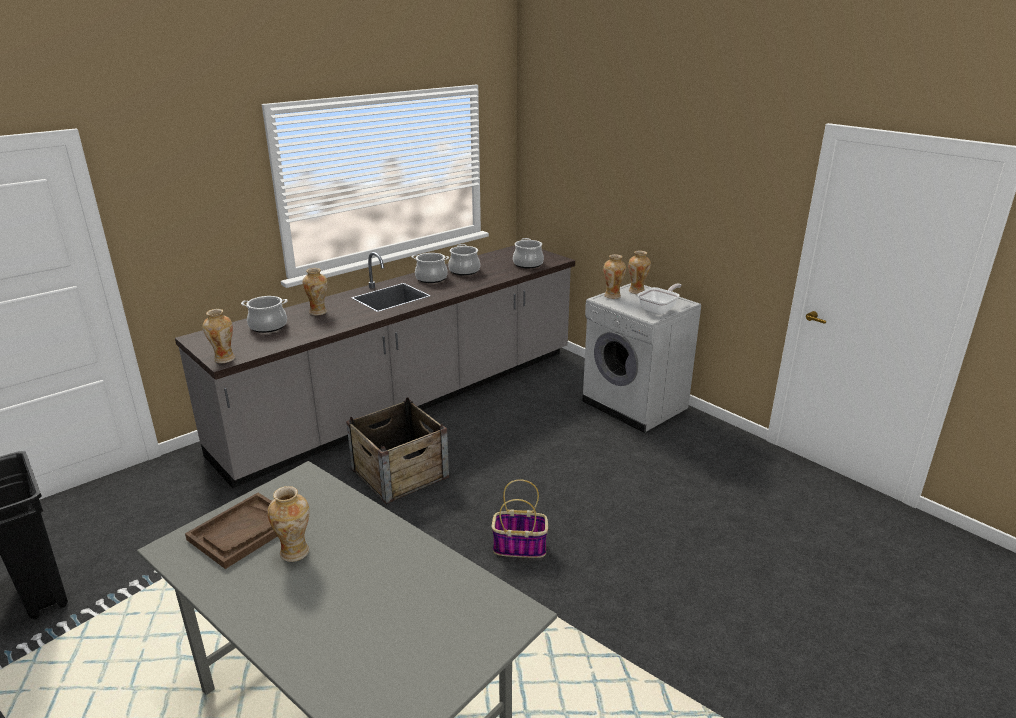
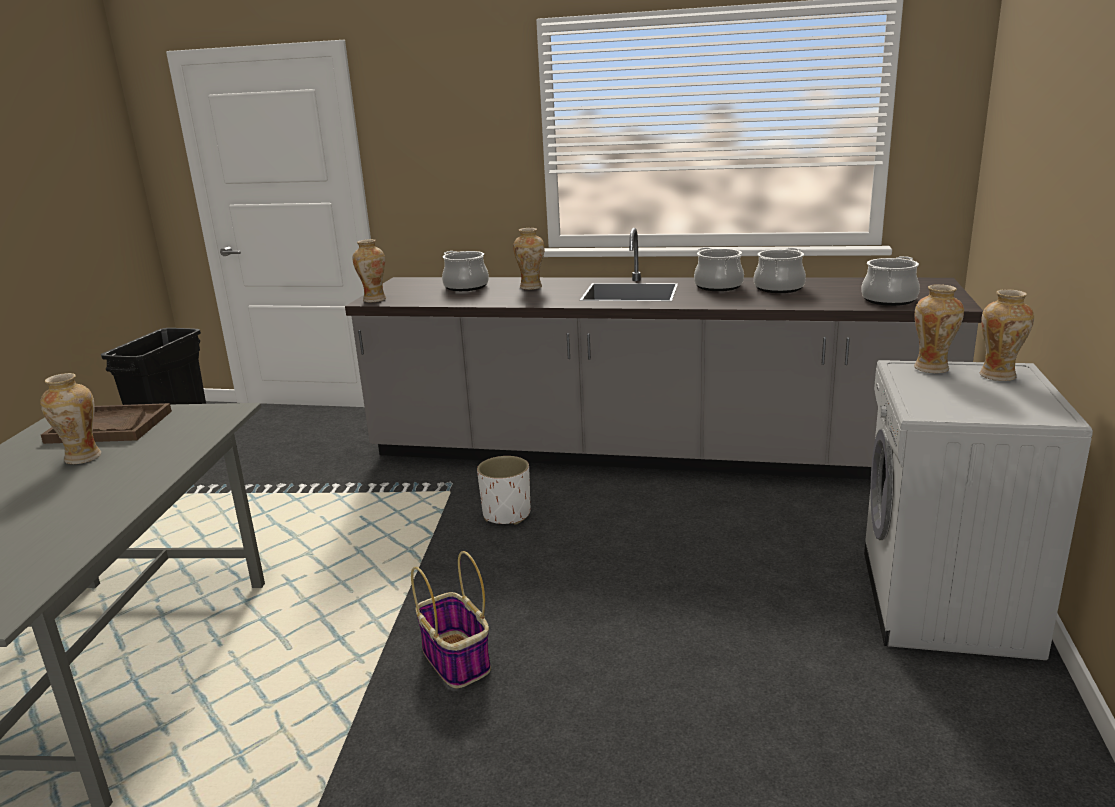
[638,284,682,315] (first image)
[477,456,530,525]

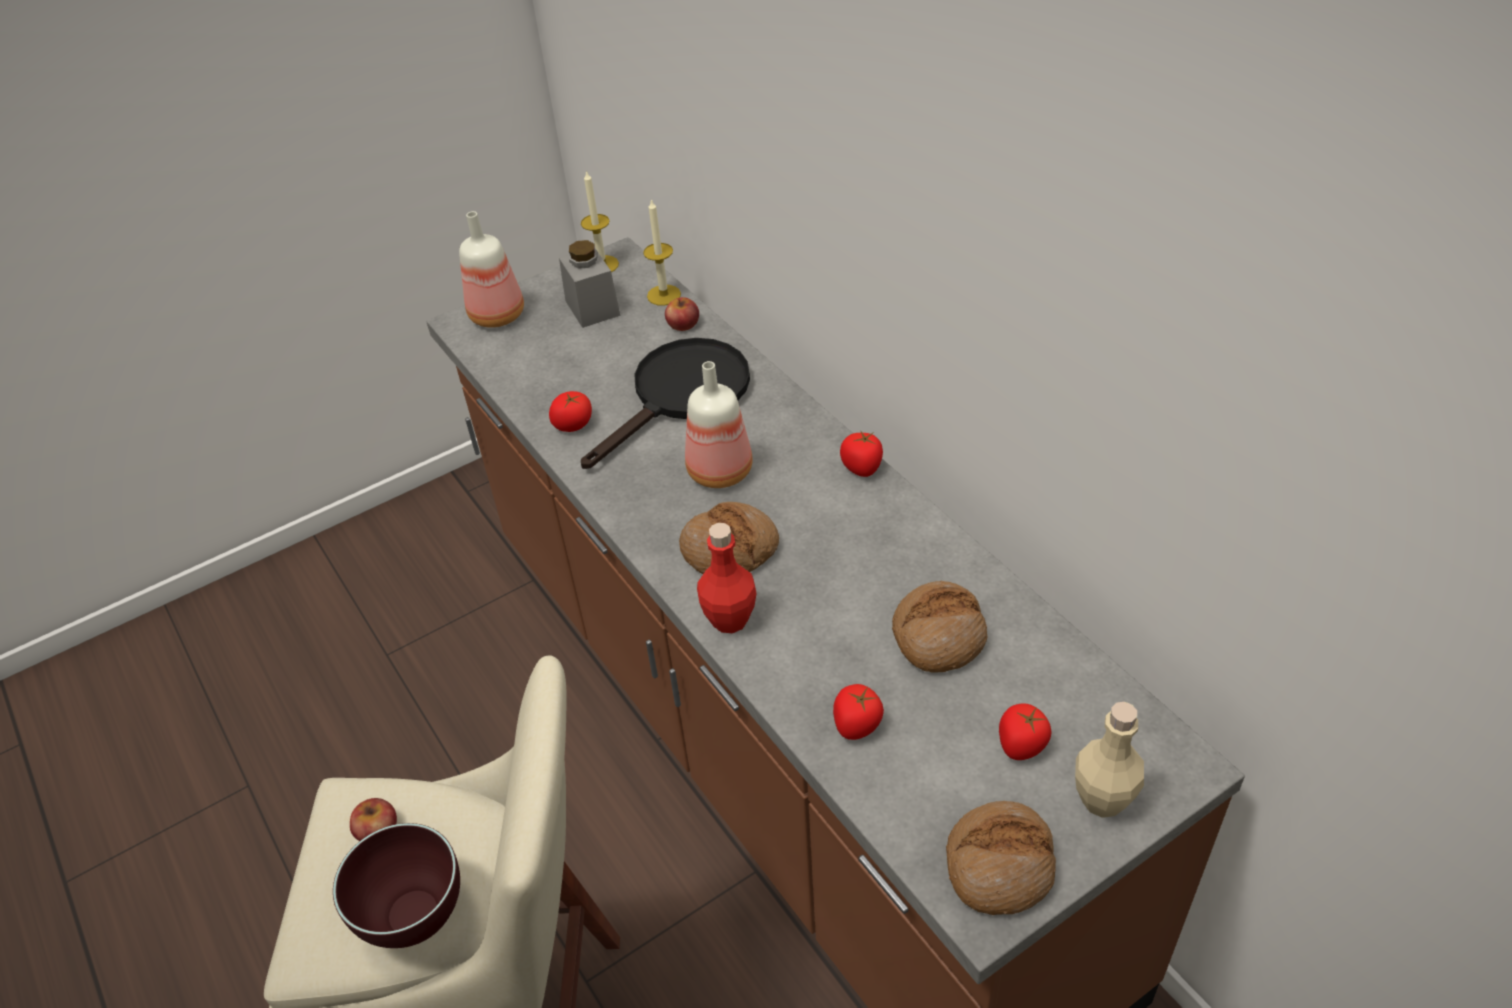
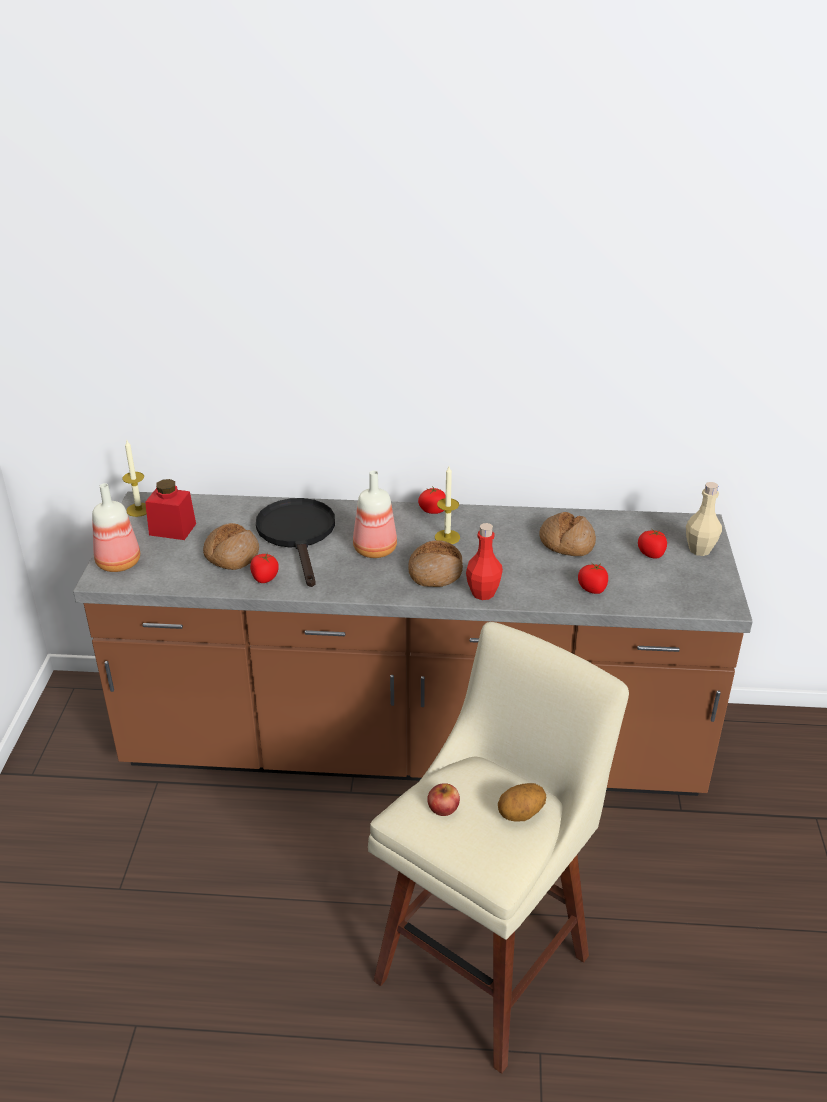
[435,466,460,544]
[145,479,196,540]
[665,297,699,331] (first image)
[203,523,259,570]
[498,783,546,821]

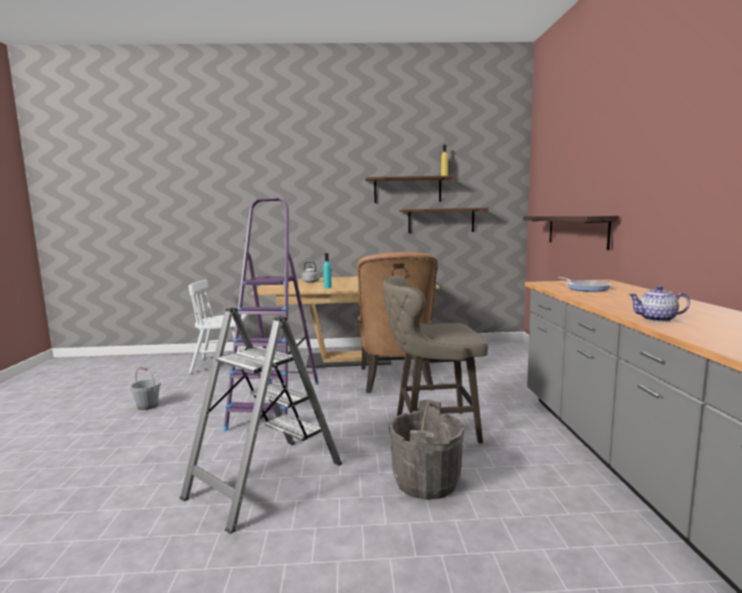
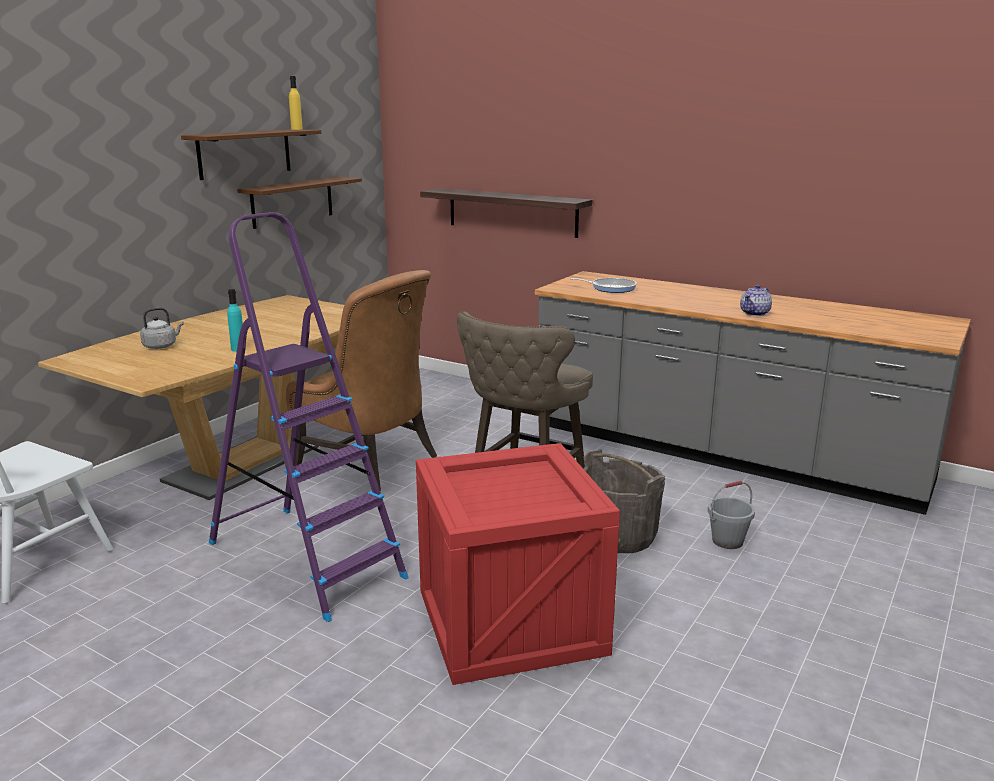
[416,443,620,685]
[708,481,755,549]

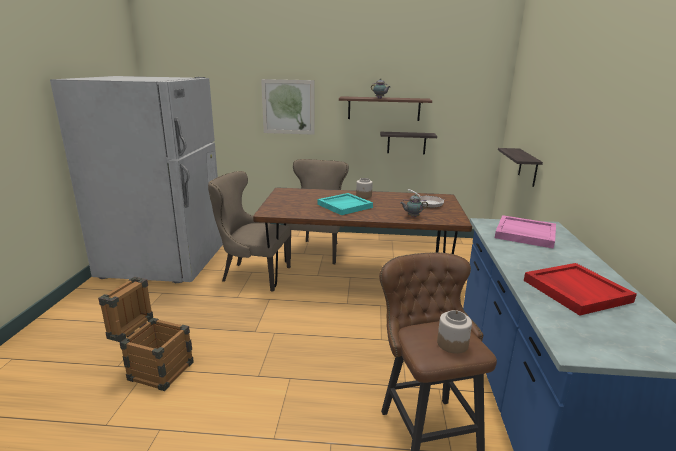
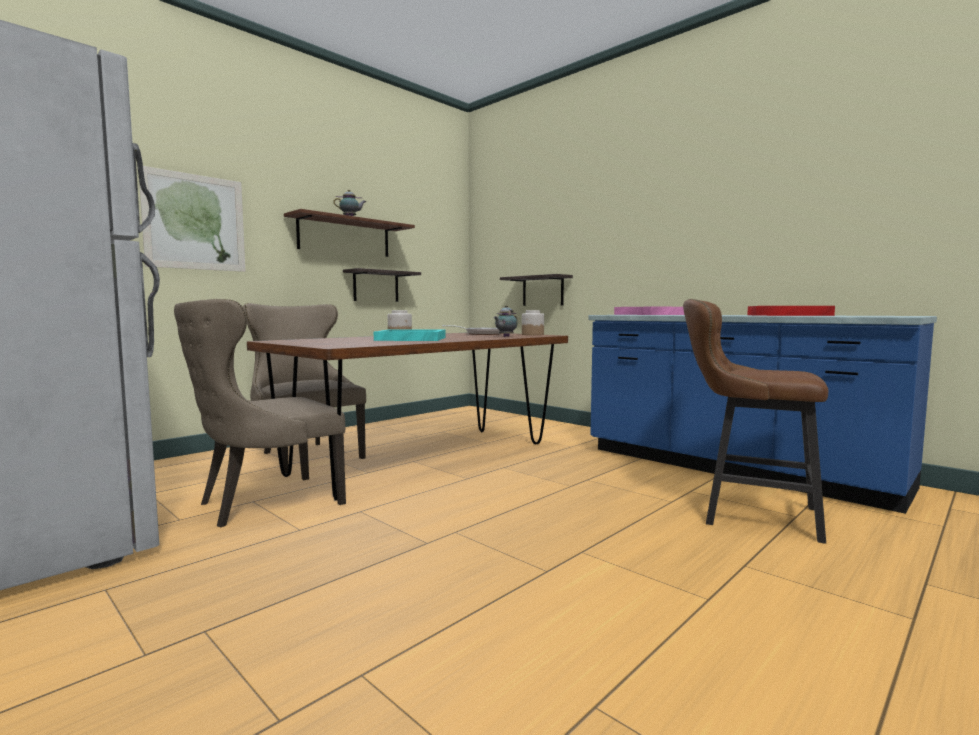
[98,277,194,391] (first image)
[522,310,544,335]

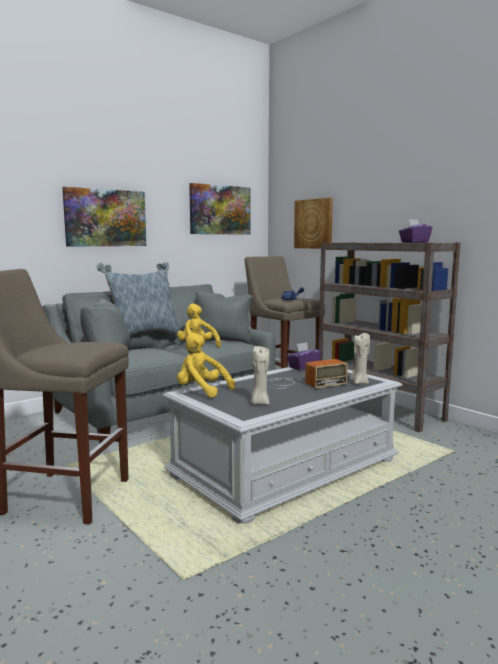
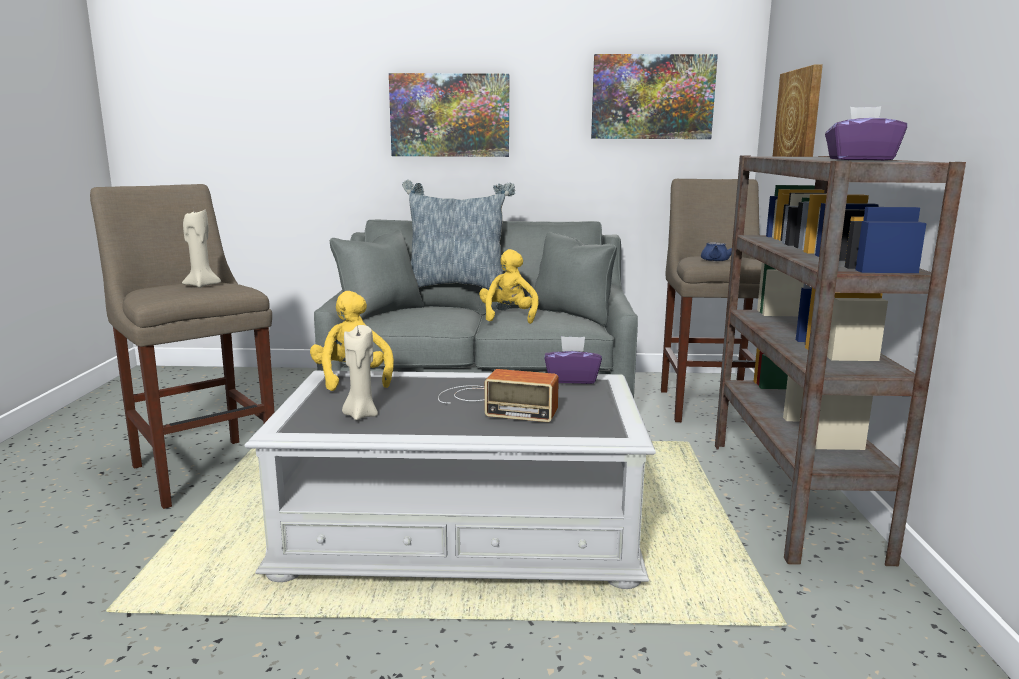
[182,210,221,288]

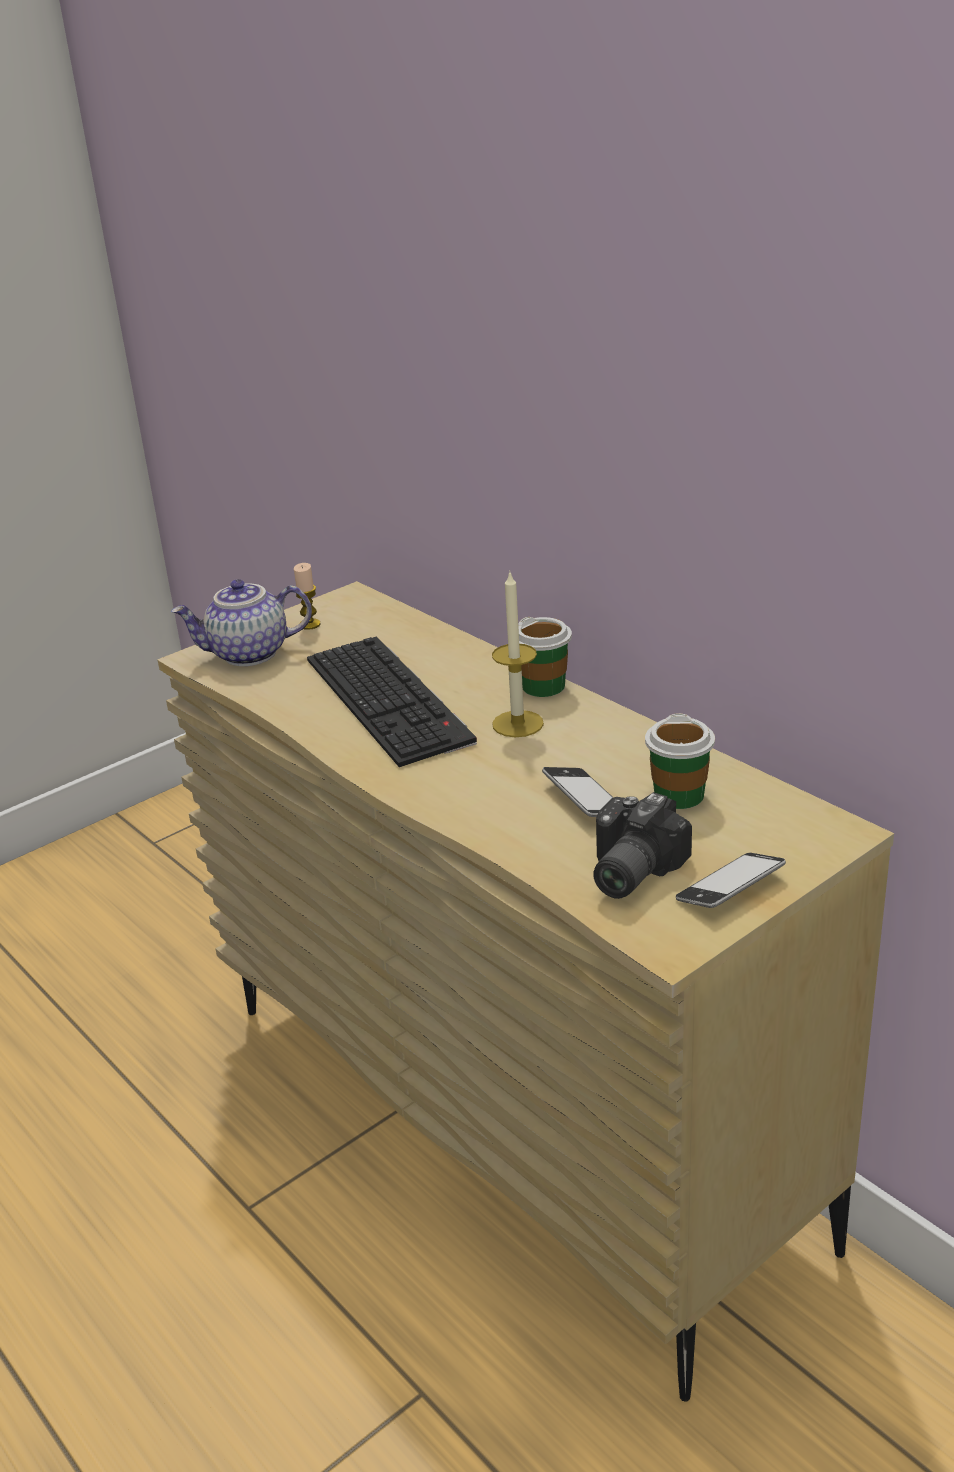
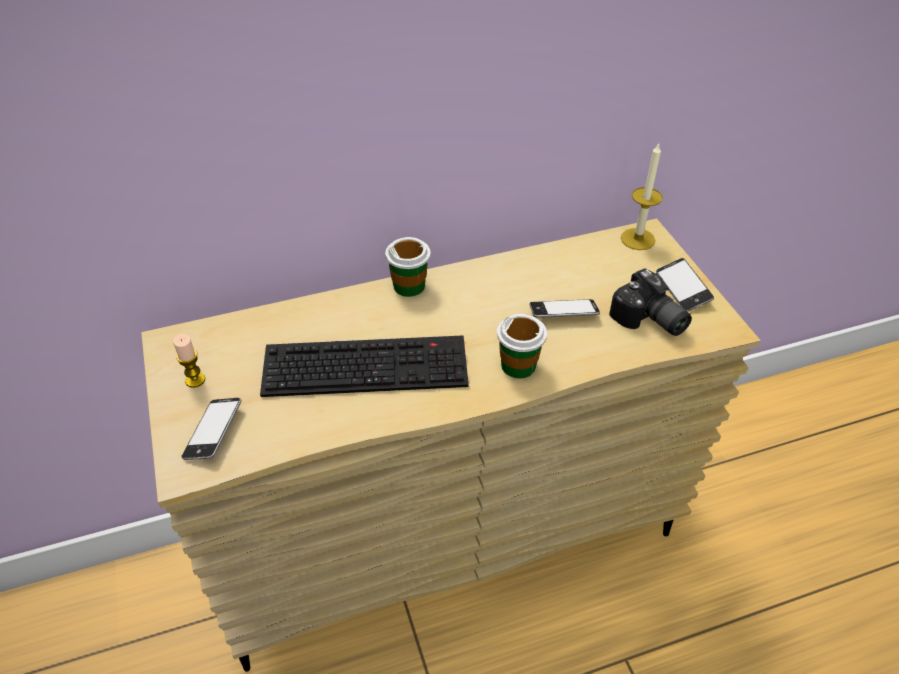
[621,143,663,250]
[181,398,241,460]
[497,314,547,378]

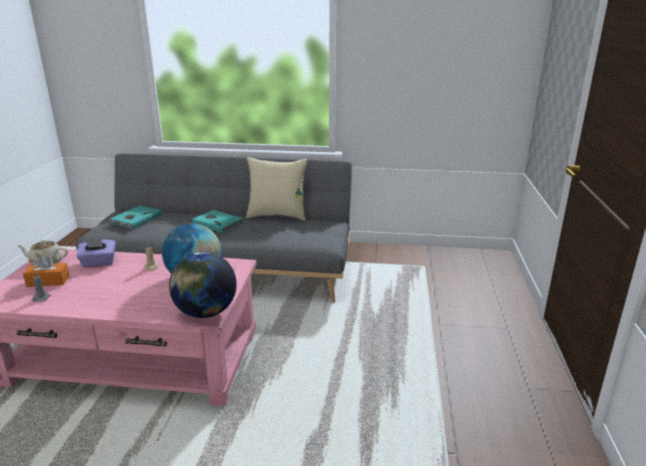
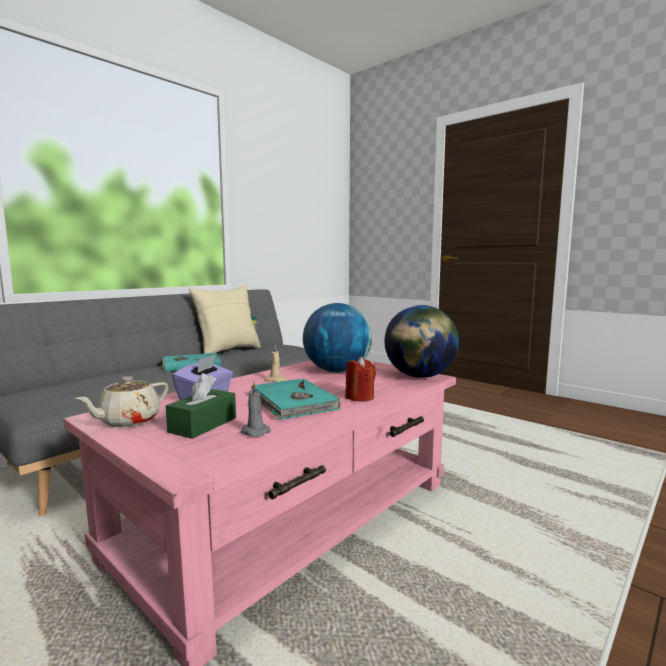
[251,378,340,420]
[166,373,236,439]
[345,357,376,402]

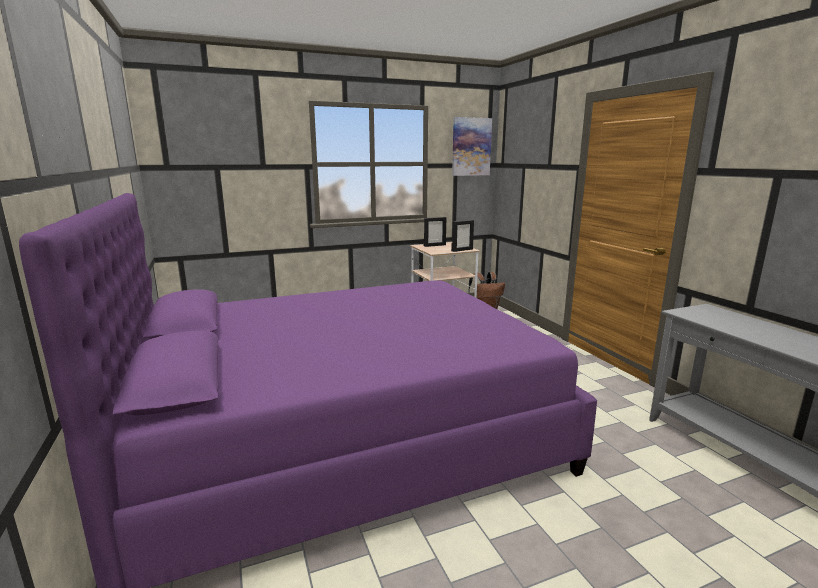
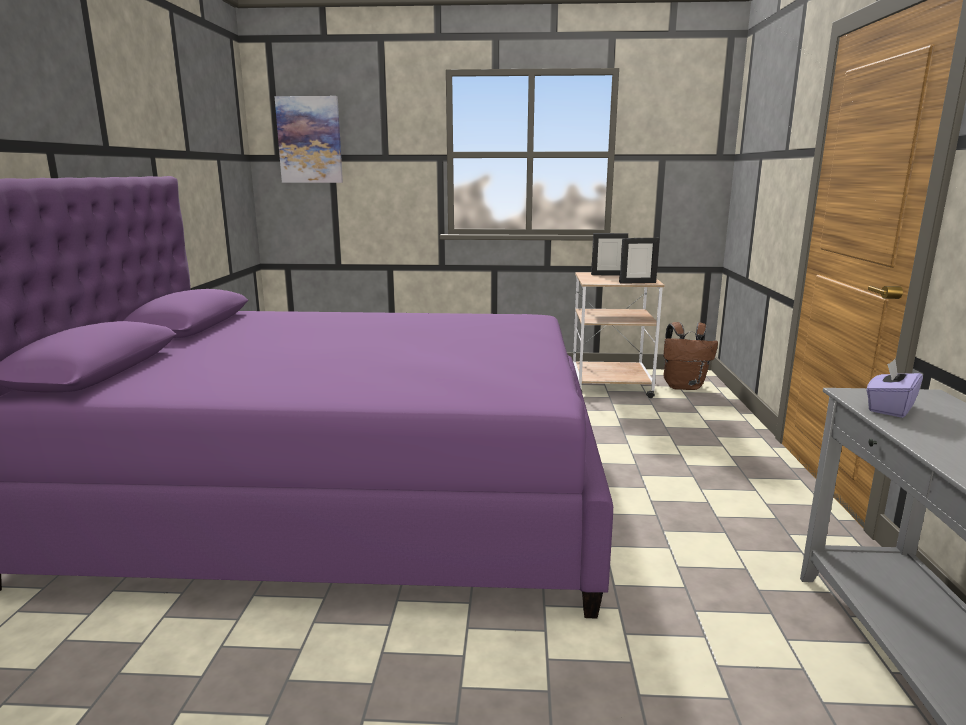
[274,96,343,183]
[866,359,923,418]

